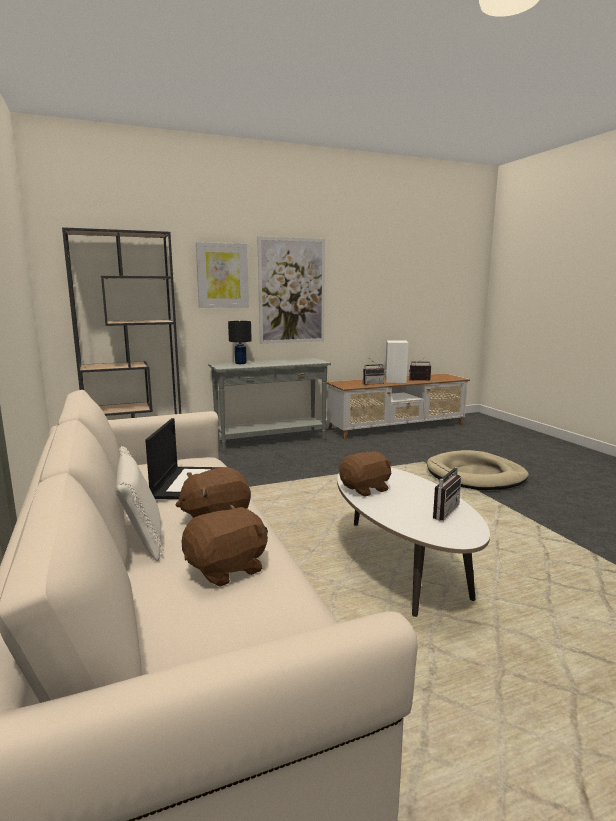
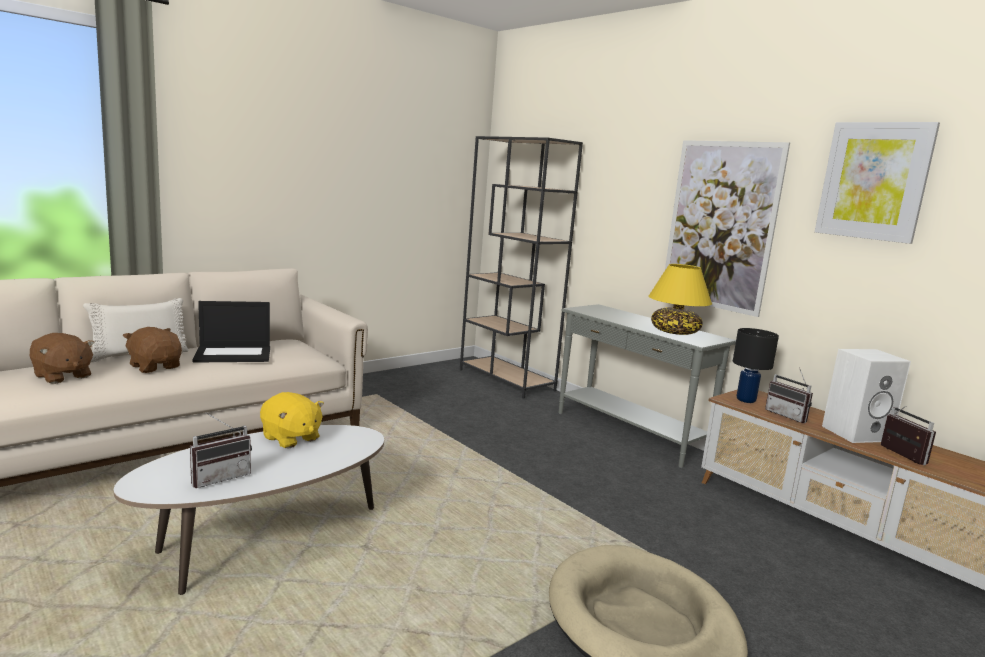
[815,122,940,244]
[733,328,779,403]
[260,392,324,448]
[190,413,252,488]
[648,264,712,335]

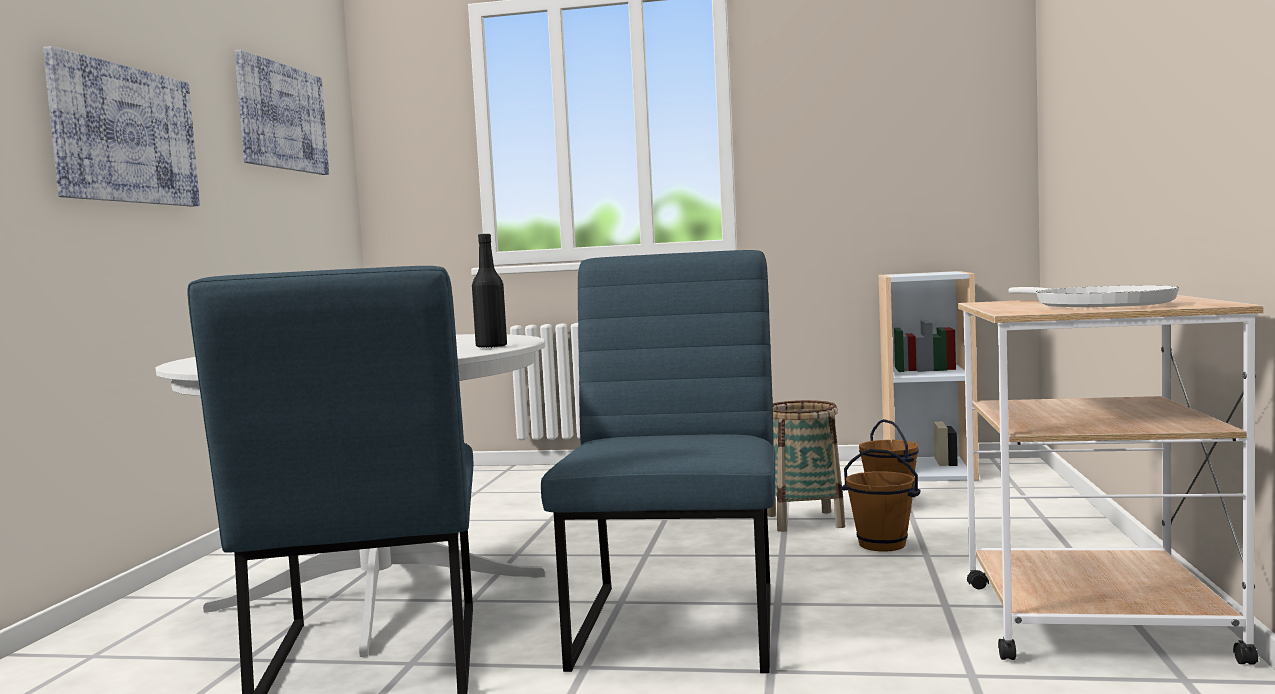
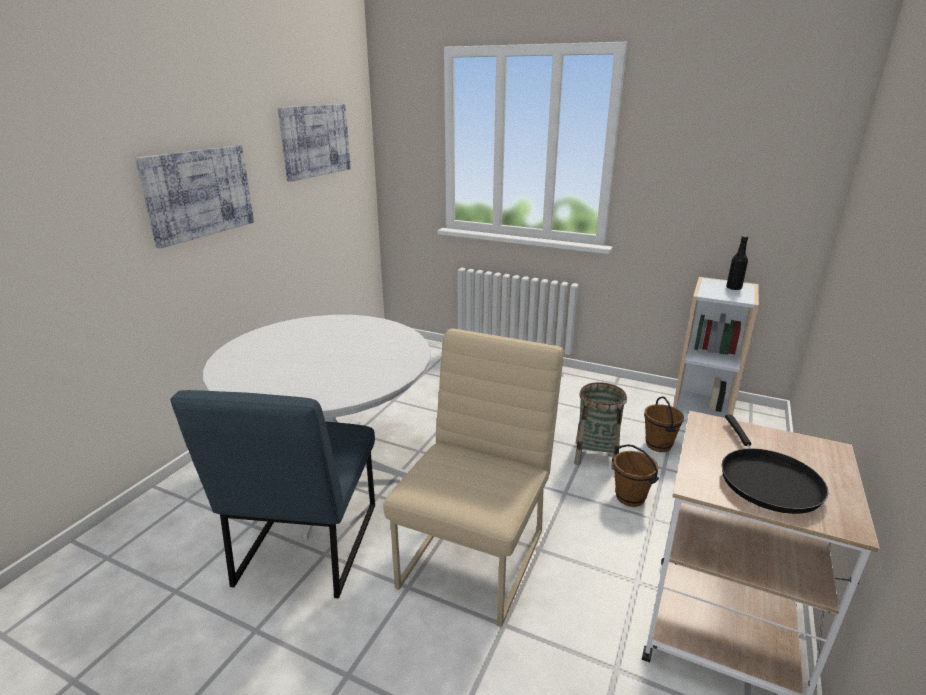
[726,236,748,290]
[383,329,564,627]
[722,415,828,514]

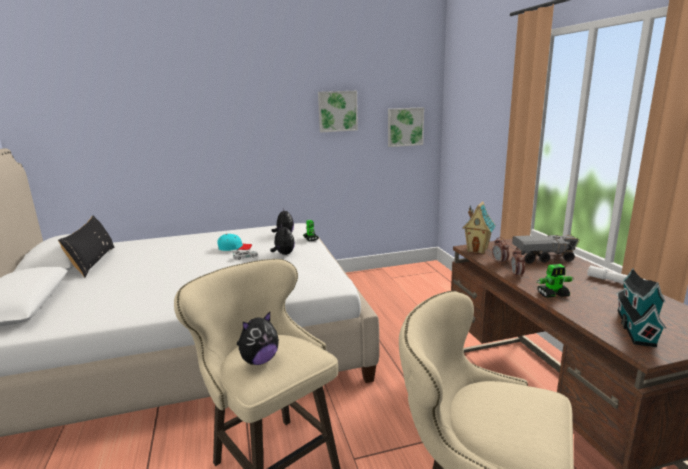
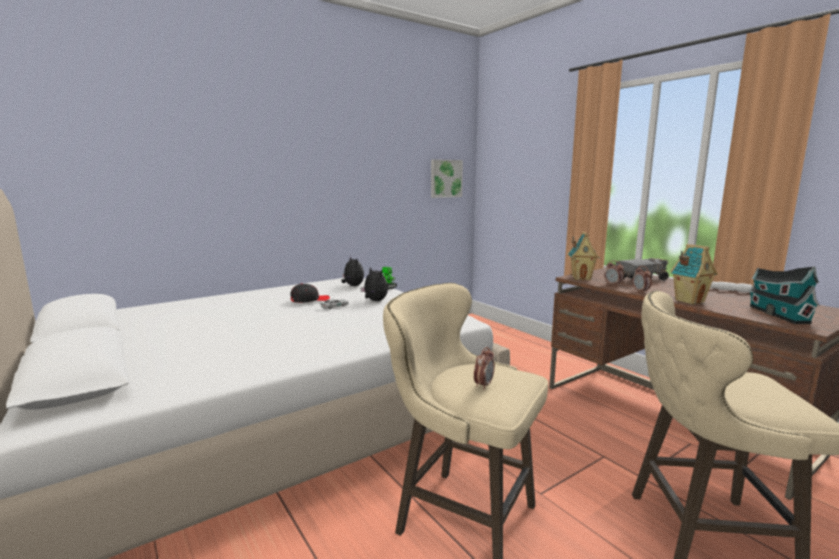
[318,91,358,132] (first image)
[58,216,115,278] (first image)
[290,283,330,303]
[670,244,718,305]
[474,347,495,390]

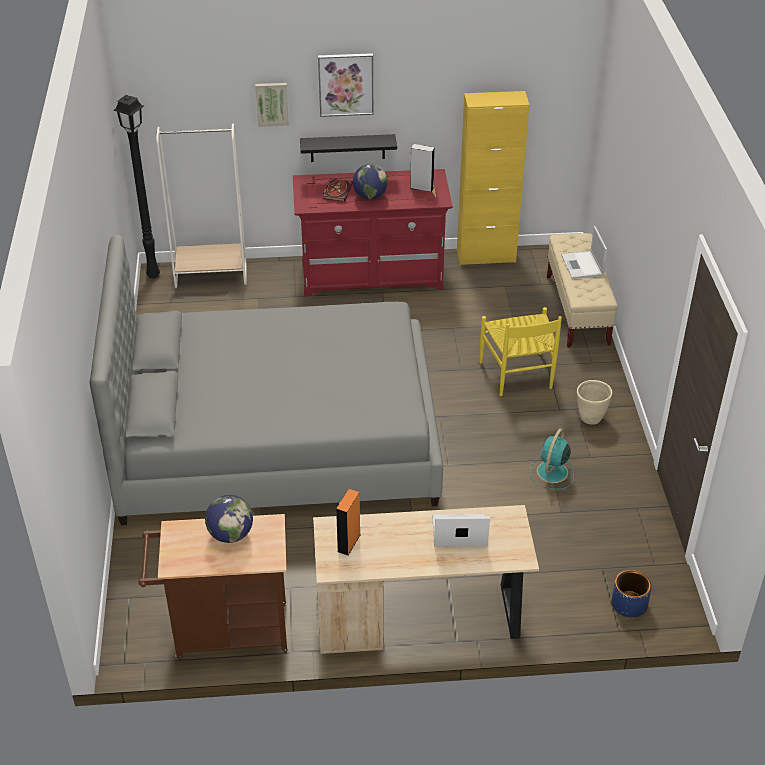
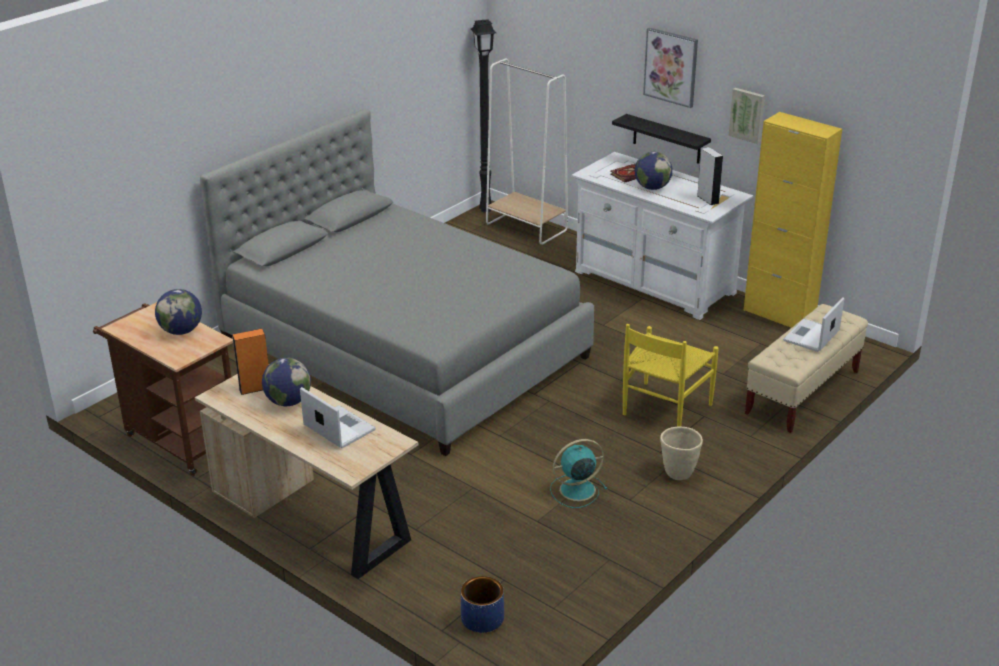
[728,88,765,144]
[571,152,753,320]
[262,358,311,406]

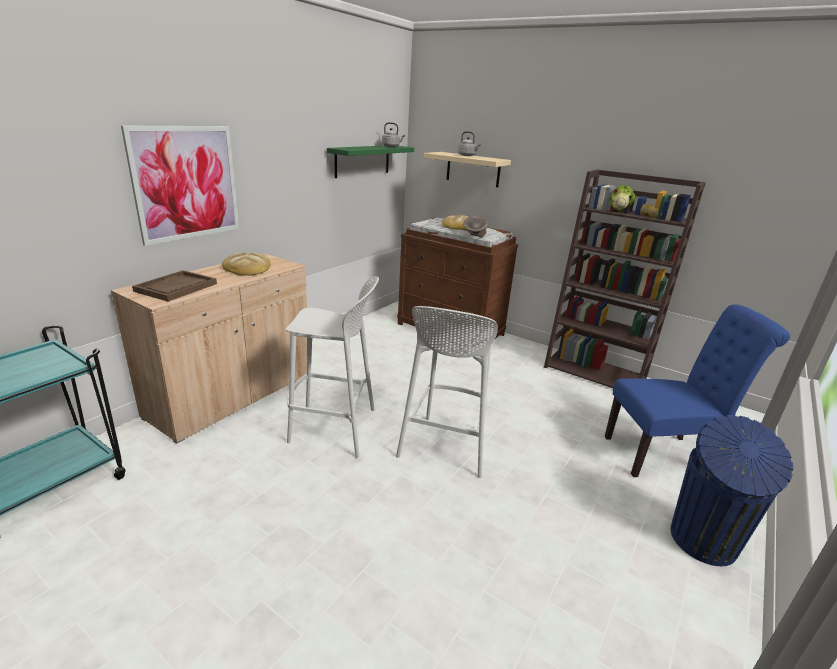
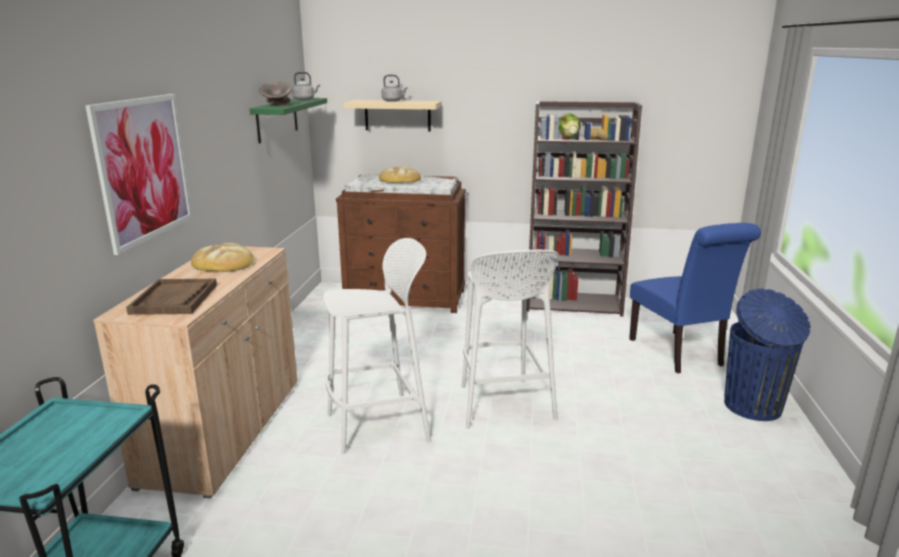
[259,82,292,106]
[629,223,761,374]

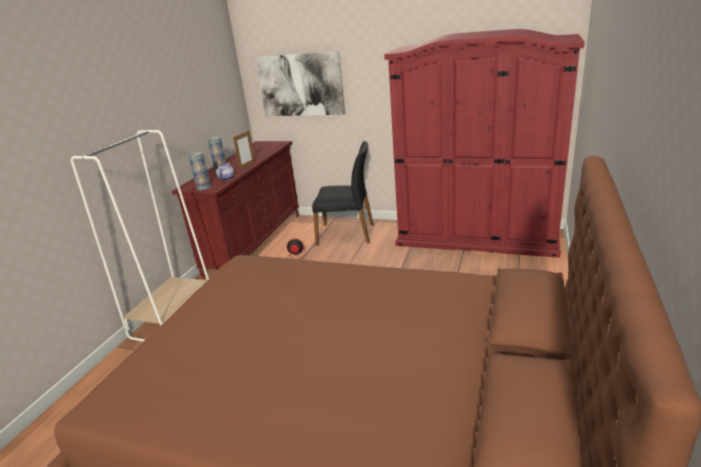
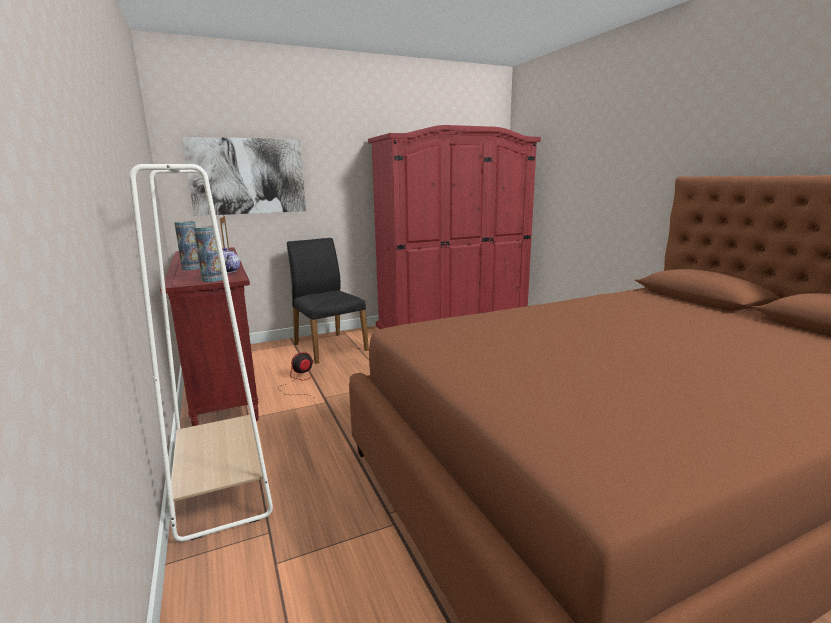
[287,238,369,364]

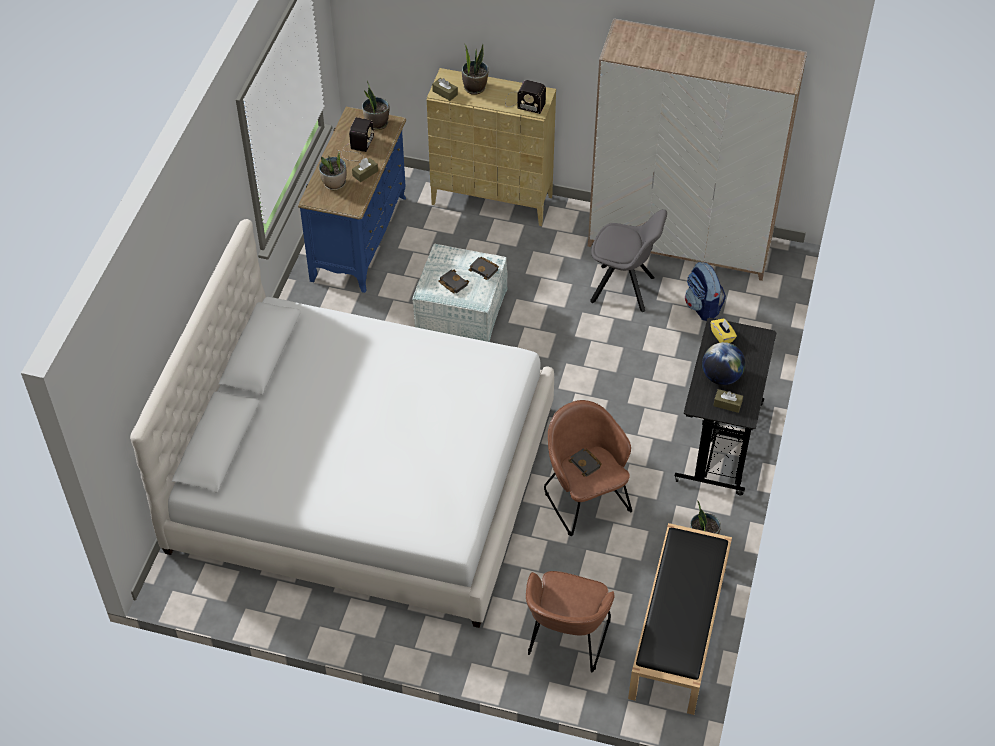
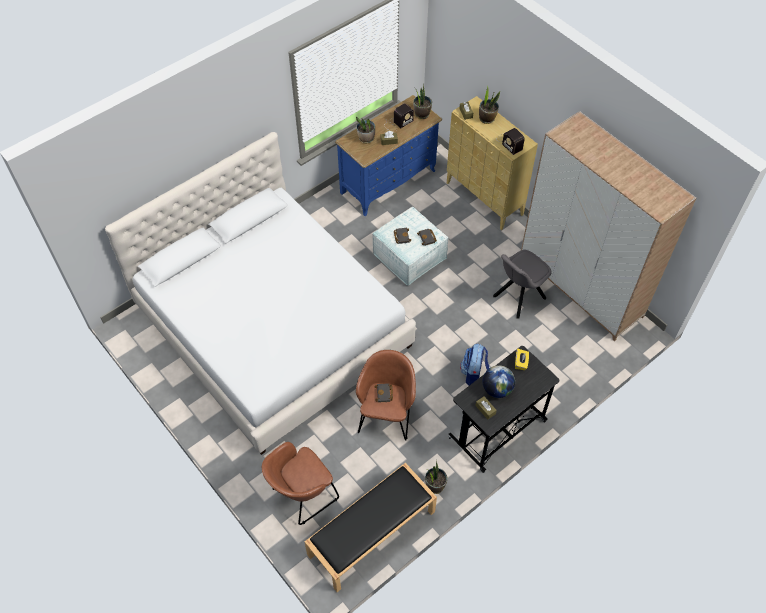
[493,250,552,319]
[460,344,489,386]

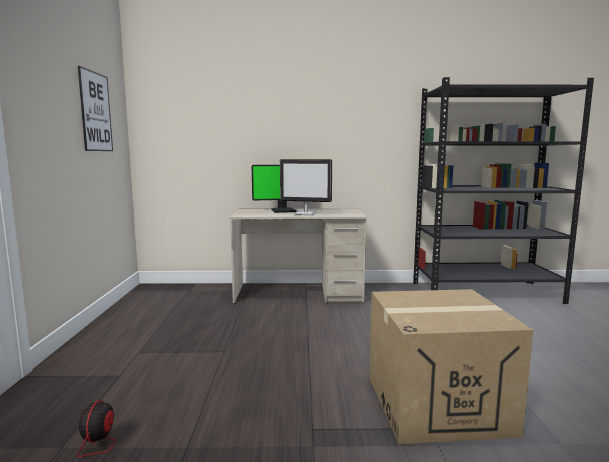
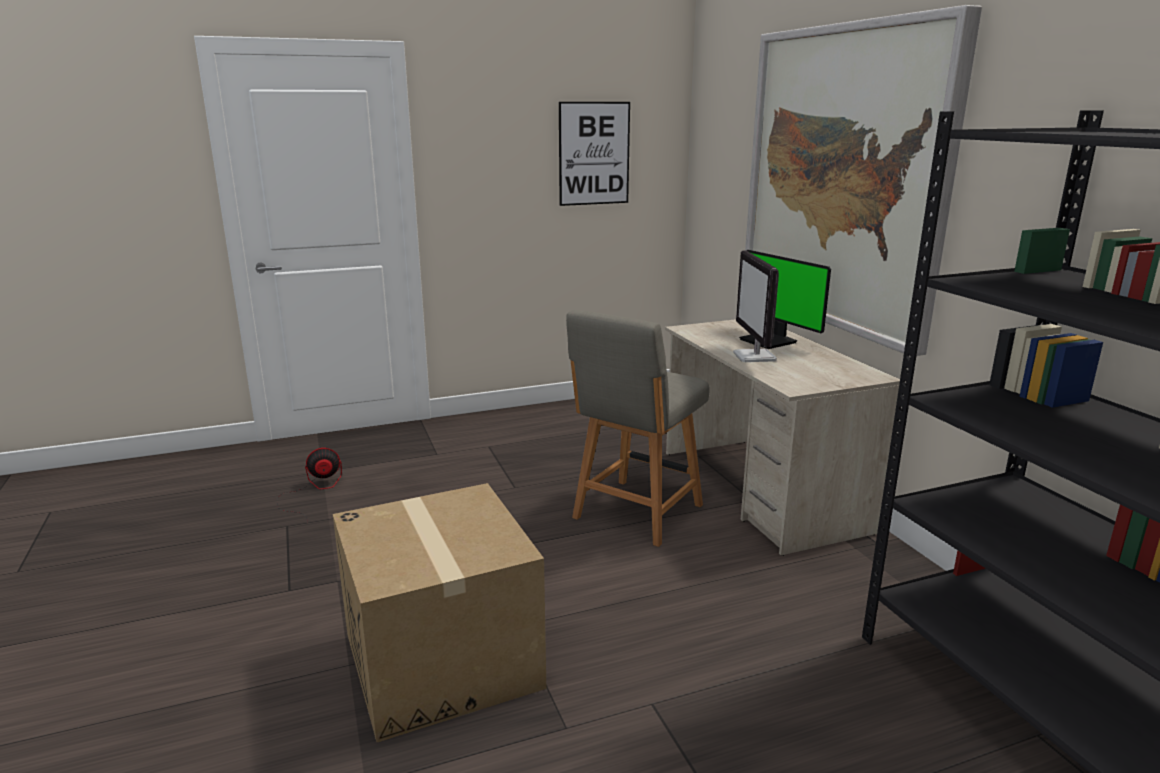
[745,5,982,356]
[566,310,710,547]

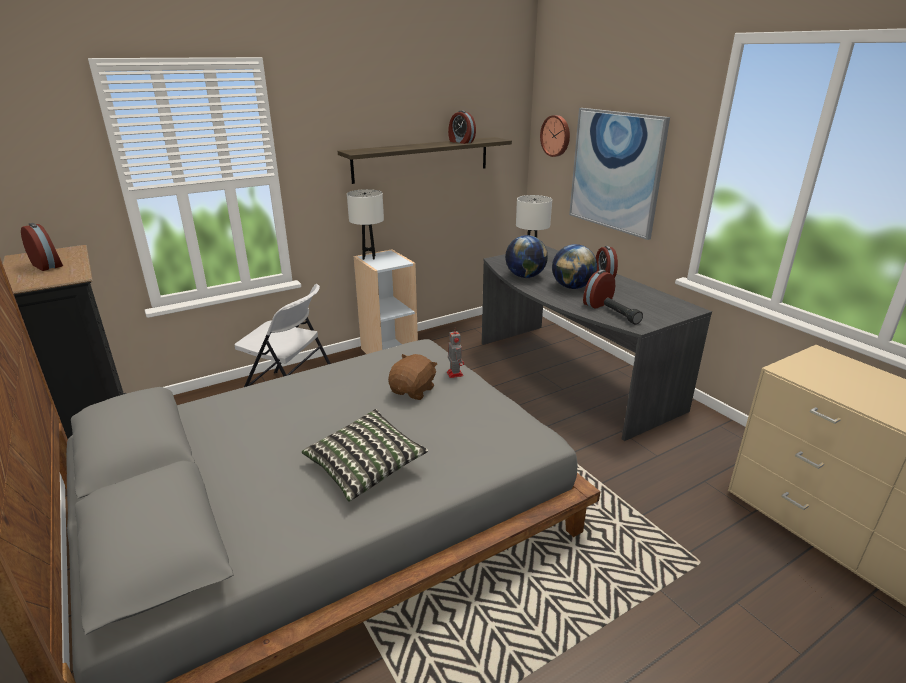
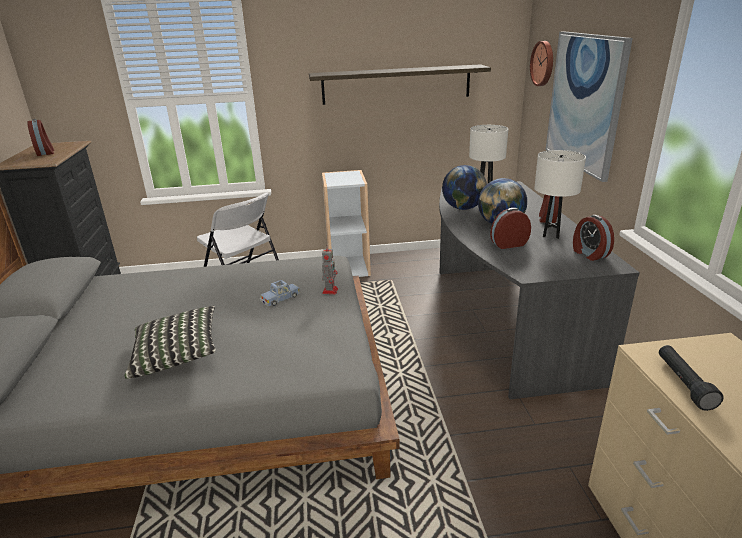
[573,215,614,261]
[534,150,586,239]
[659,345,724,411]
[260,280,300,307]

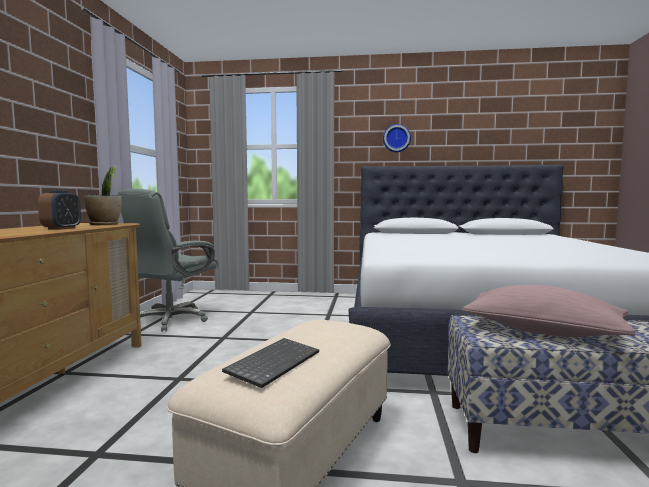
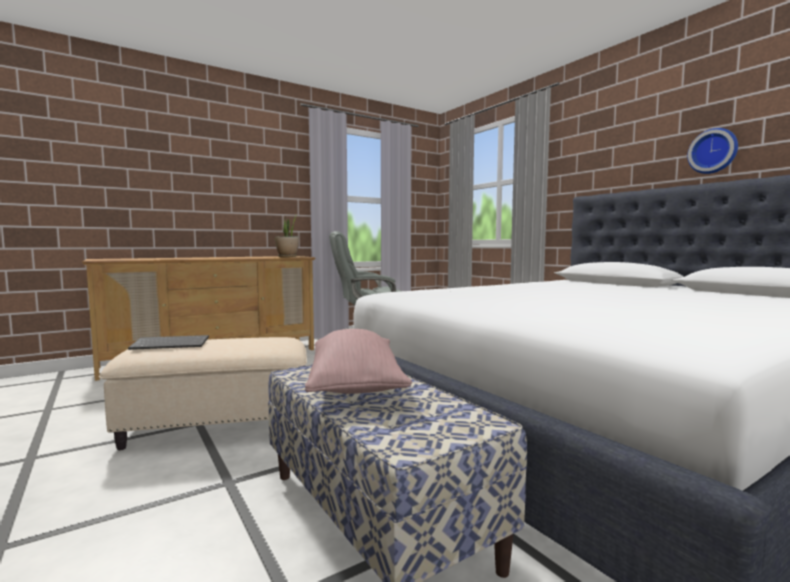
[687,128,738,174]
[38,190,81,230] (first image)

